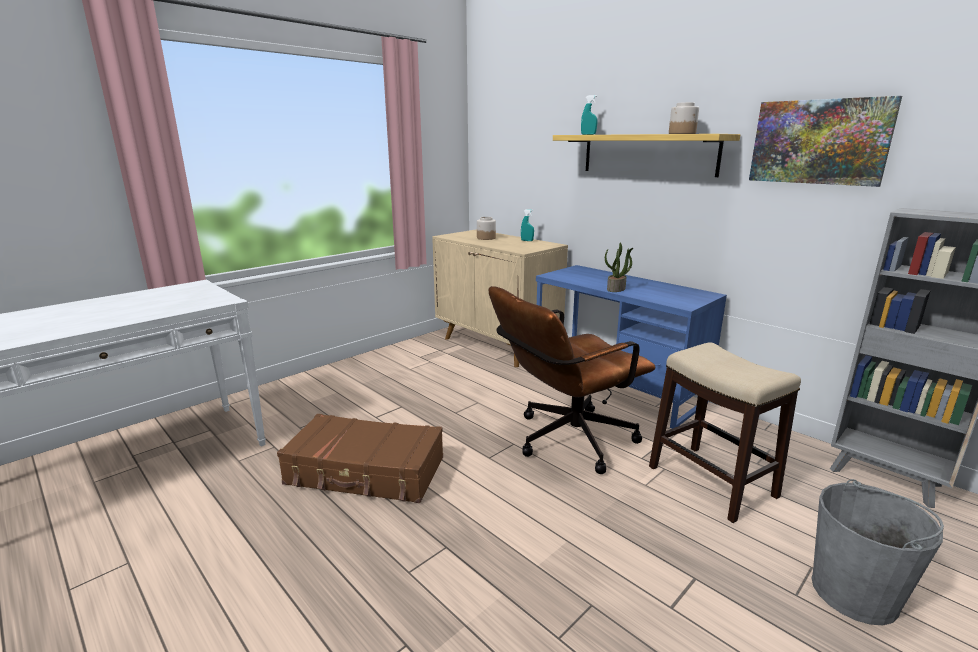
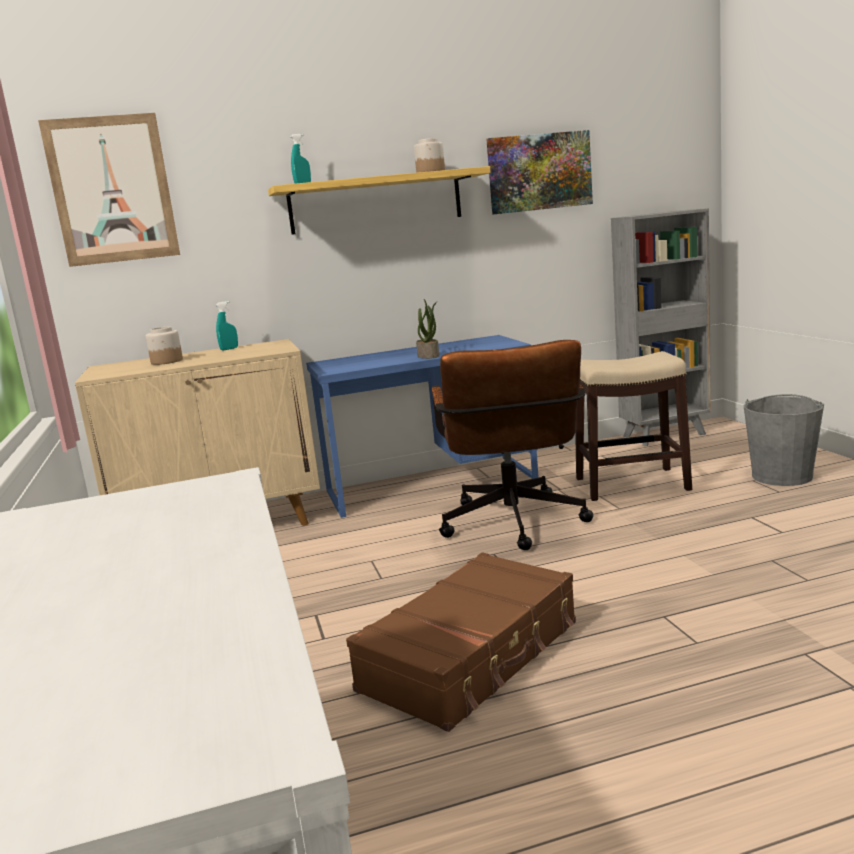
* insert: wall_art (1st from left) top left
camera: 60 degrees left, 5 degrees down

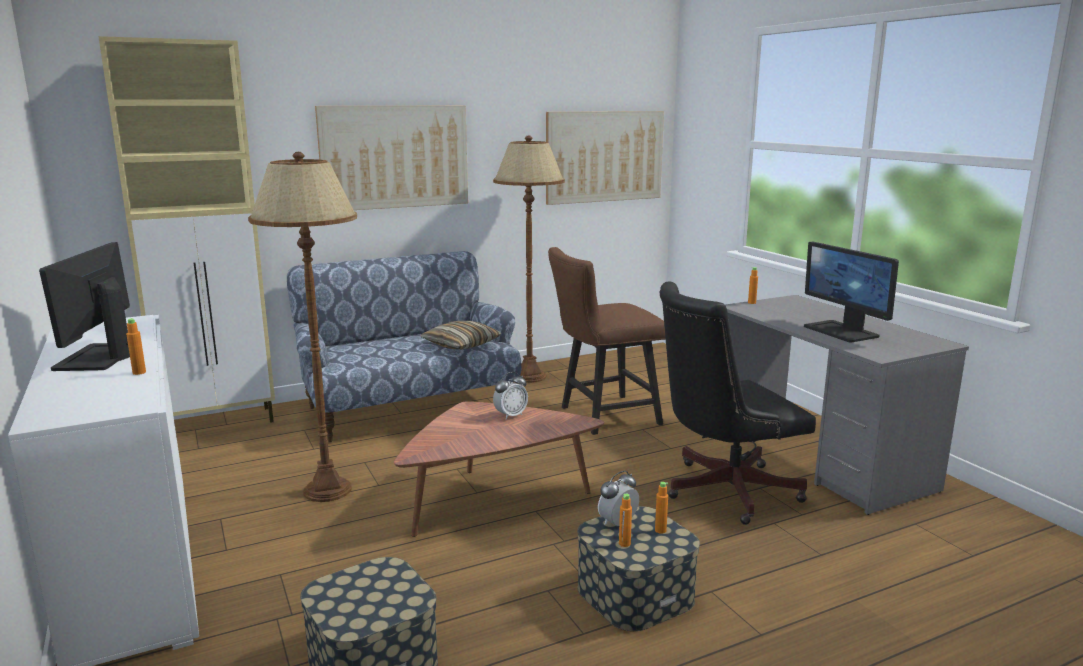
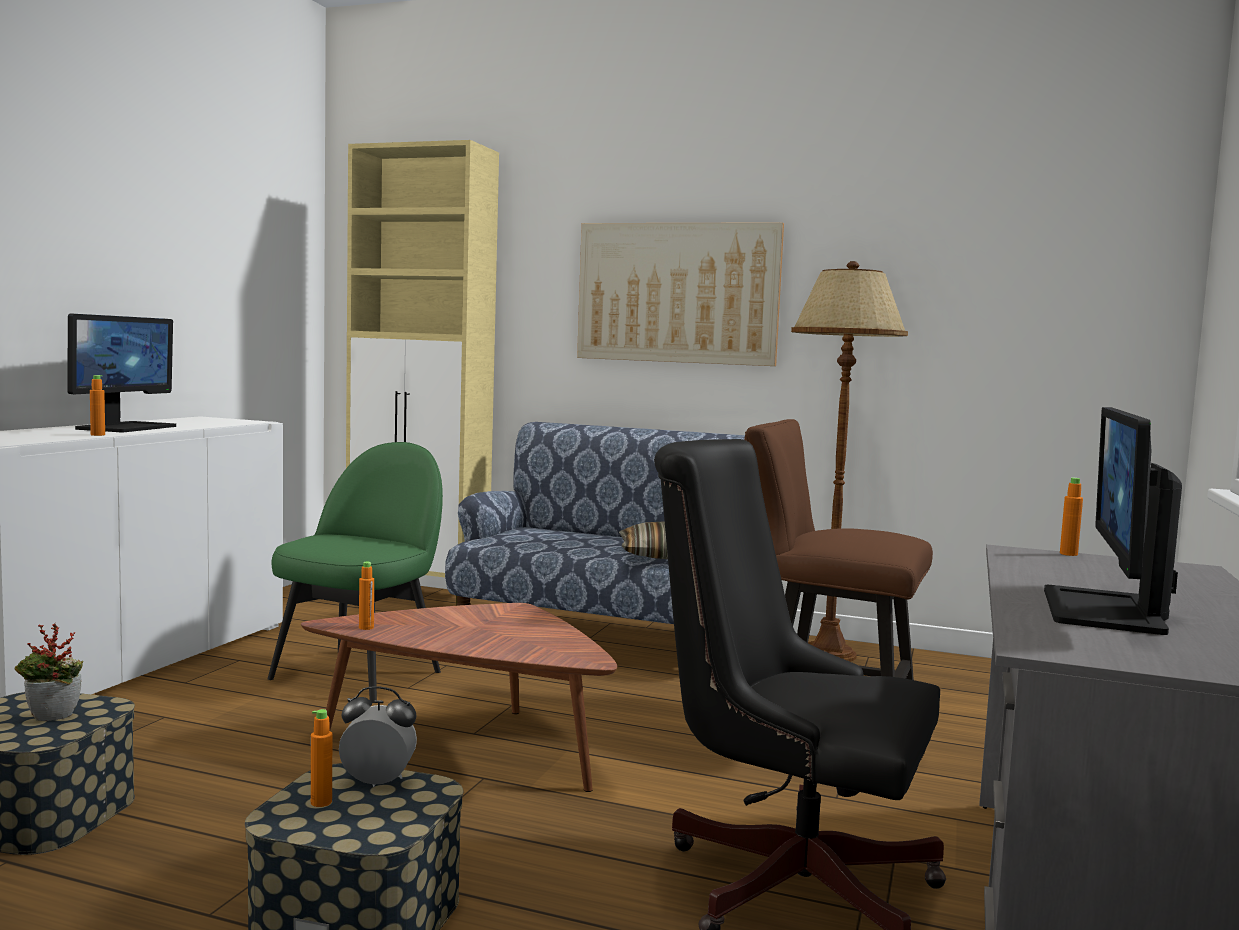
* rotate: monitor (1st from left) middle left = middle left 150 degrees clockwise
* replace: brown-coloured_standard_lamp (1st from left) middle left to greenish_plain_chair middle left
* delete: bedside_clock (1st from left) centre
* delete: wall_art (2nd from left) top centre
* move: orangey_drink_bottle (3rd from left) bottom centre to middle left
* insert: plant_in_a_pot bottom left
camera: 45 degrees right, 10 degrees down

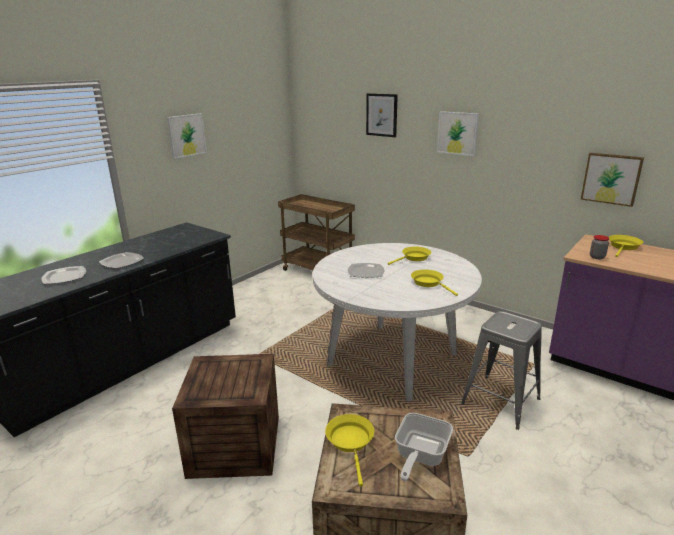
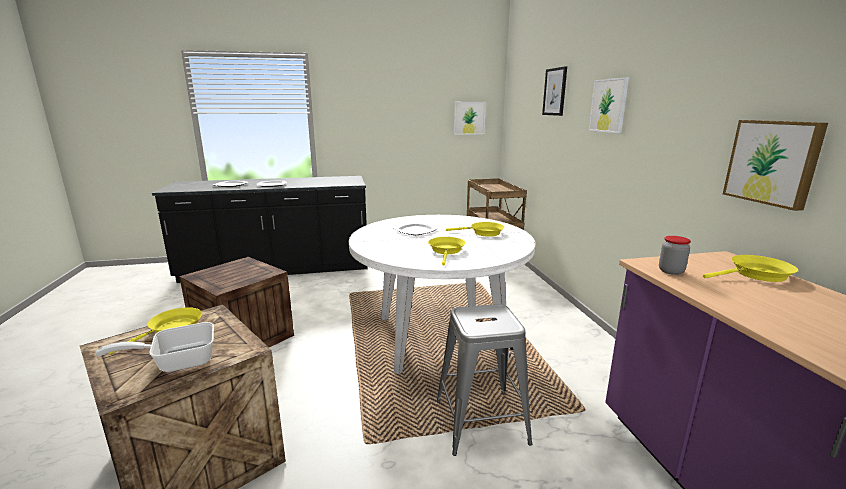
* move: wall_art (1st from left) top left to top centre
camera: 40 degrees right, 5 degrees down

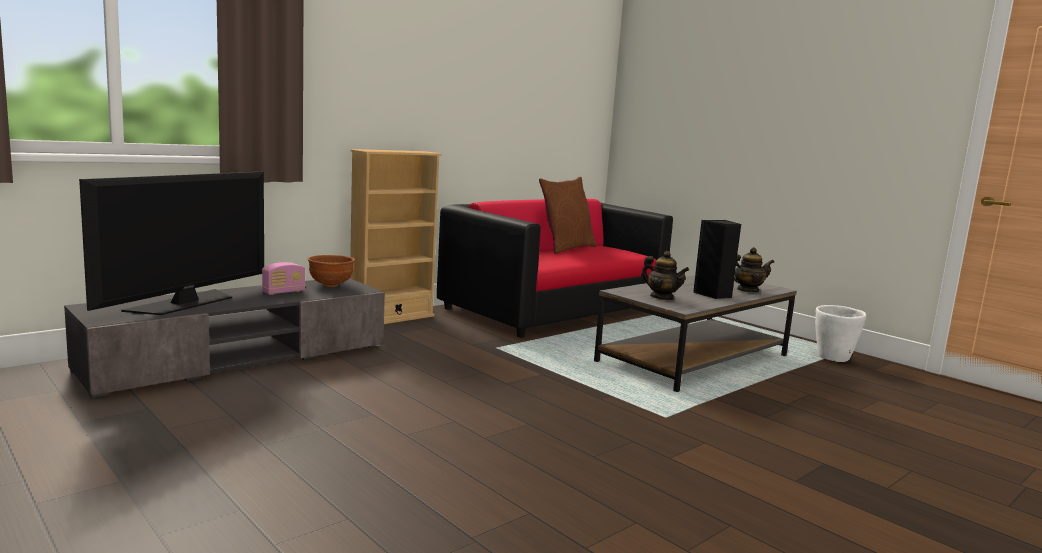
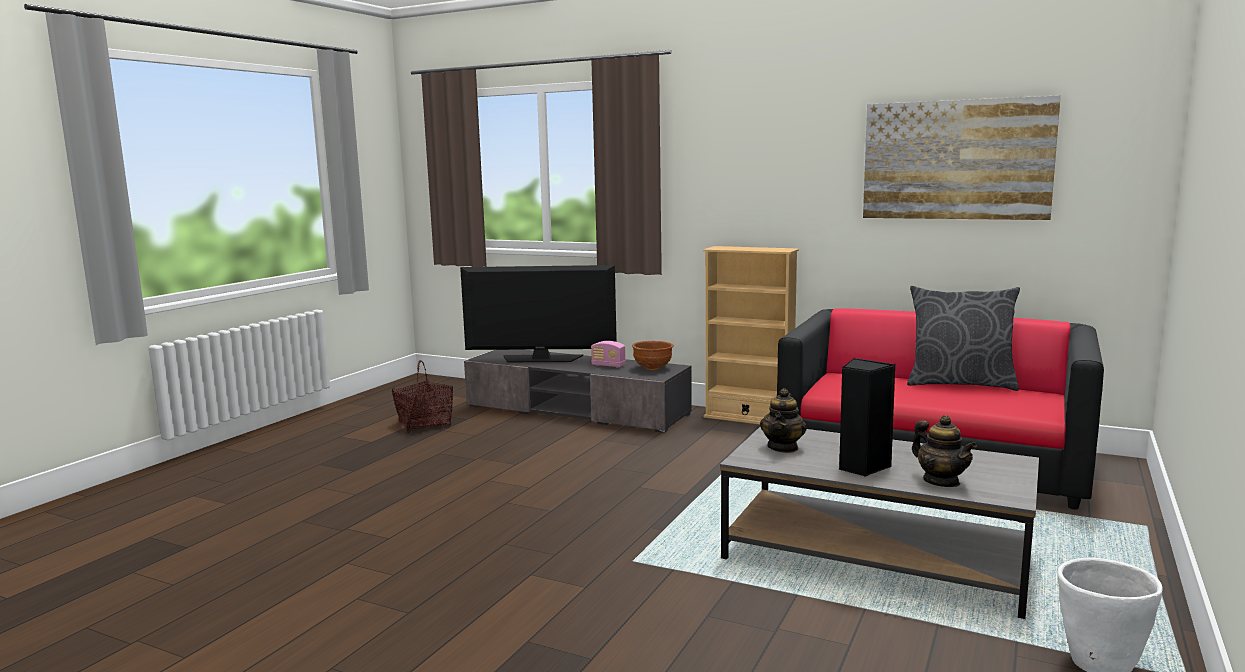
* recolor: brown-coloured_pillow centre to grey_pillow middle right
* insert: basket centre
* insert: wall_art top right
camera: 70 degrees right, 0 degrees up

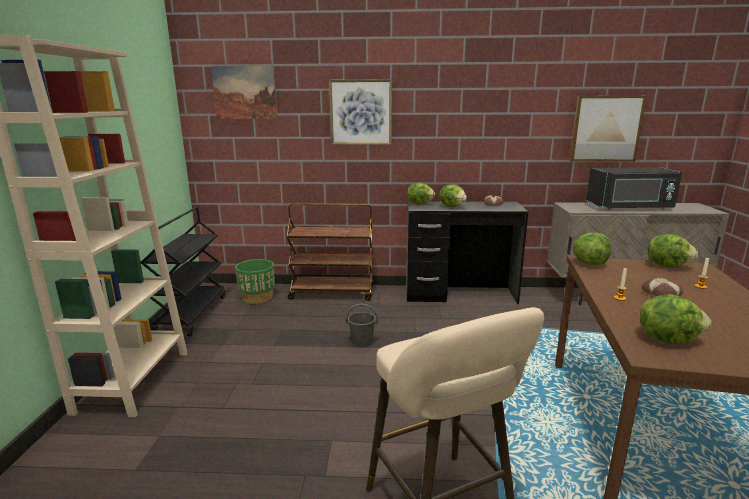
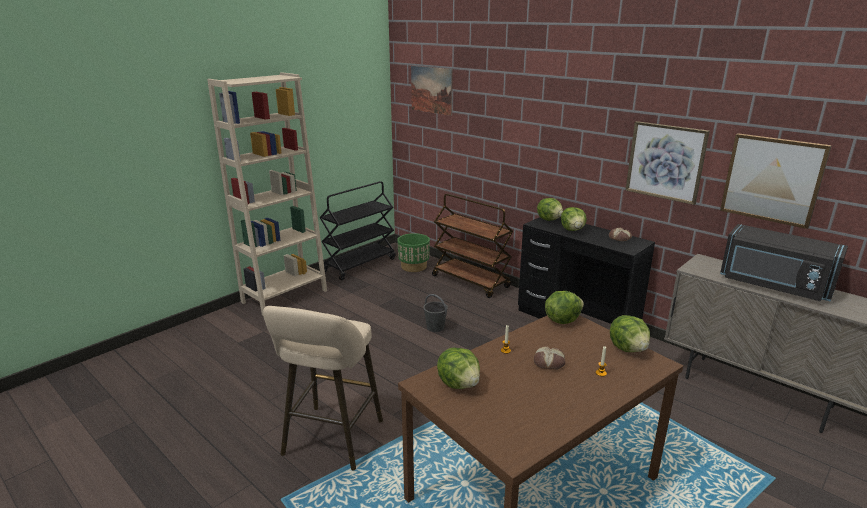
* move: wall_art (2nd from left) top centre to top right
camera: 40 degrees right, 5 degrees up

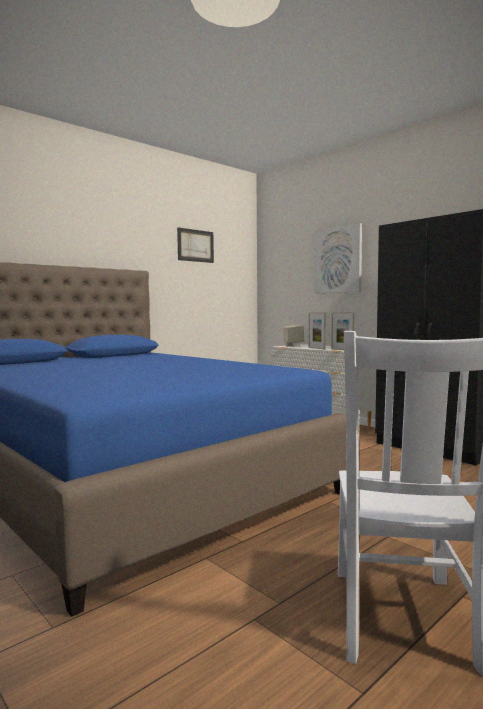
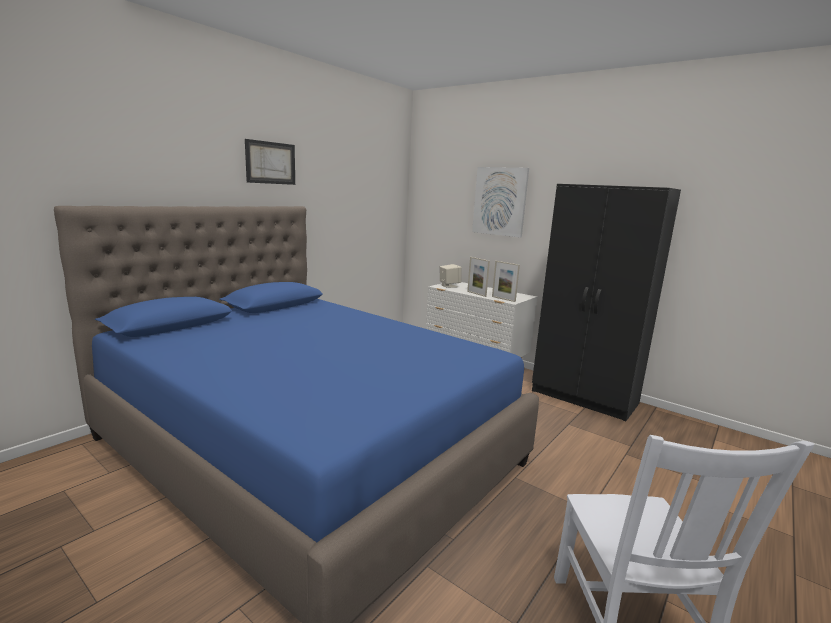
* move: wall_art (1st from left) centre to top left
camera: 10 degrees left, 10 degrees up

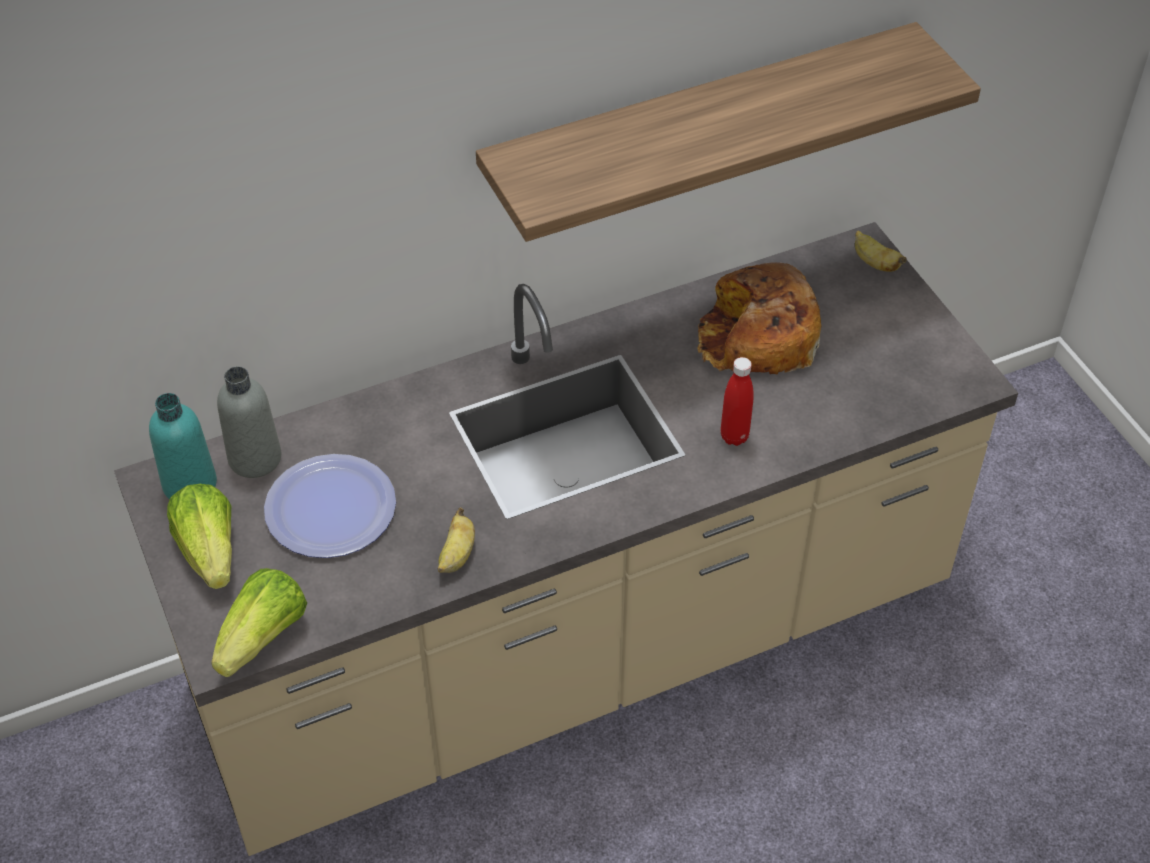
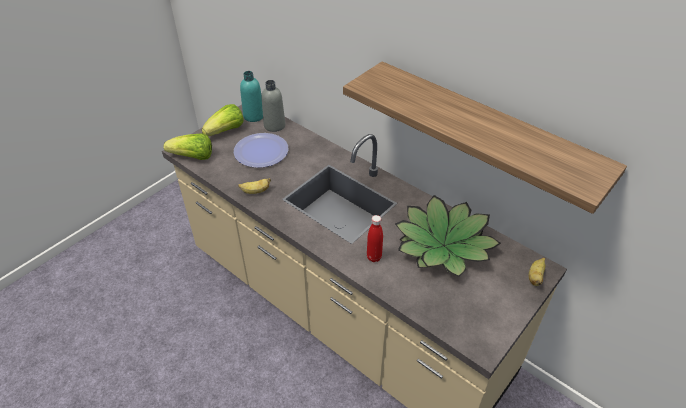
* replace: bread centre to plant_in_a_pot centre
camera: 65 degrees right, 5 degrees down

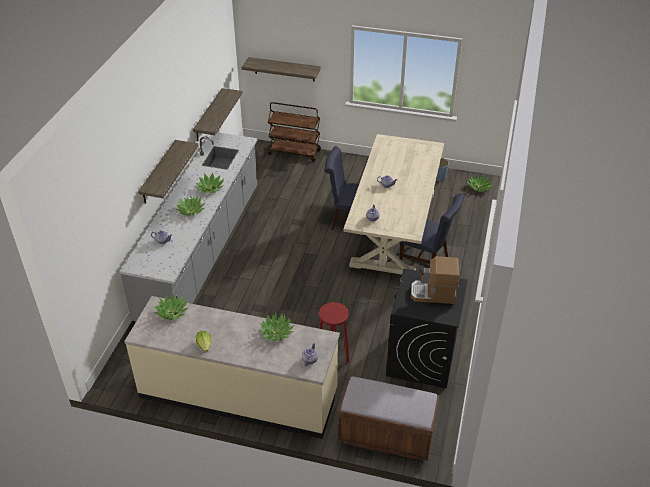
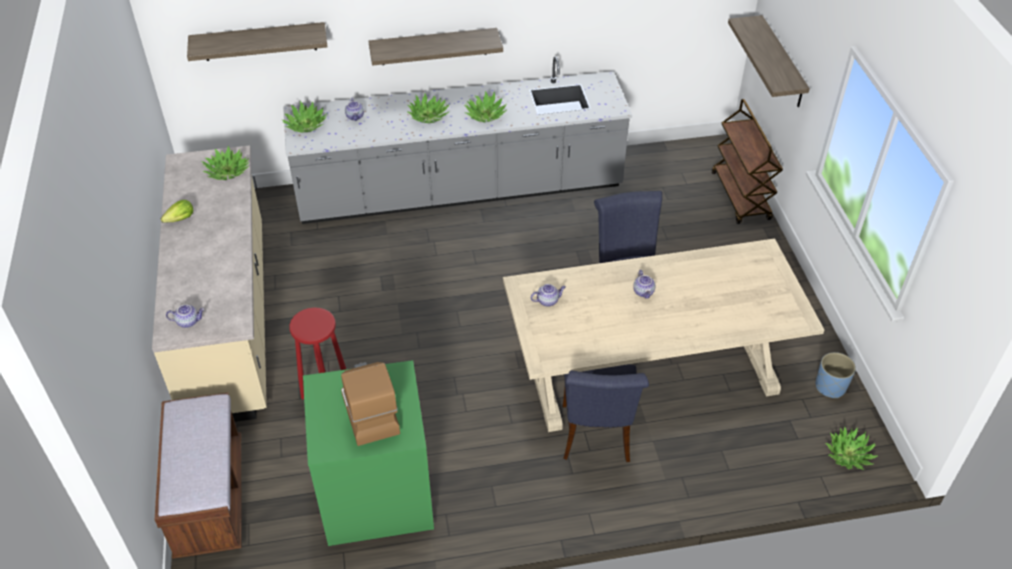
* move: bracket_shelf (2nd from left in the first image) top centre to bracket_shelf (1st from left) top left
* move: plant_in_a_pot (4th from left in the first image) bottom centre to plant_in_a_pot (2nd from left) top left
* recolor: black_laundry_machine bottom centre to greenish_laundry_machine bottom centre
camera: 65 degrees right, 5 degrees up

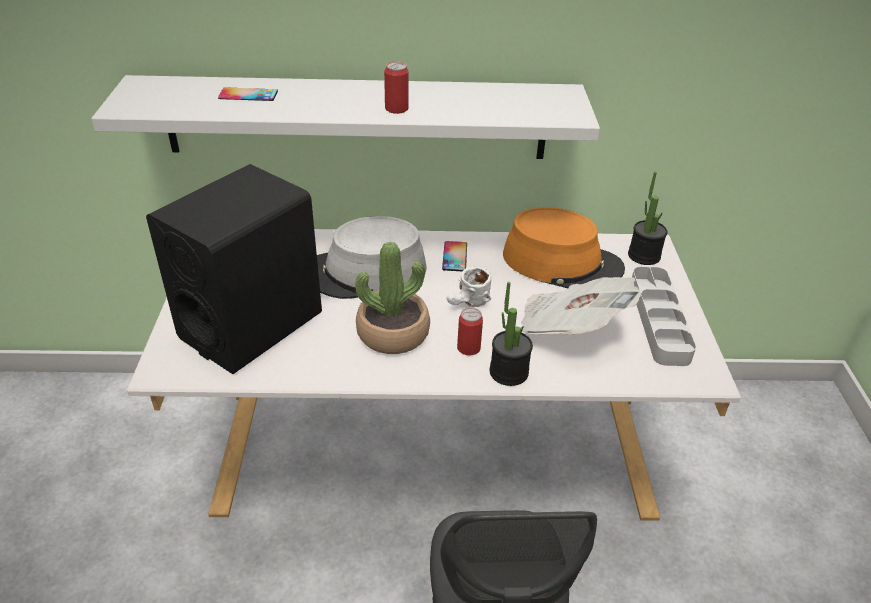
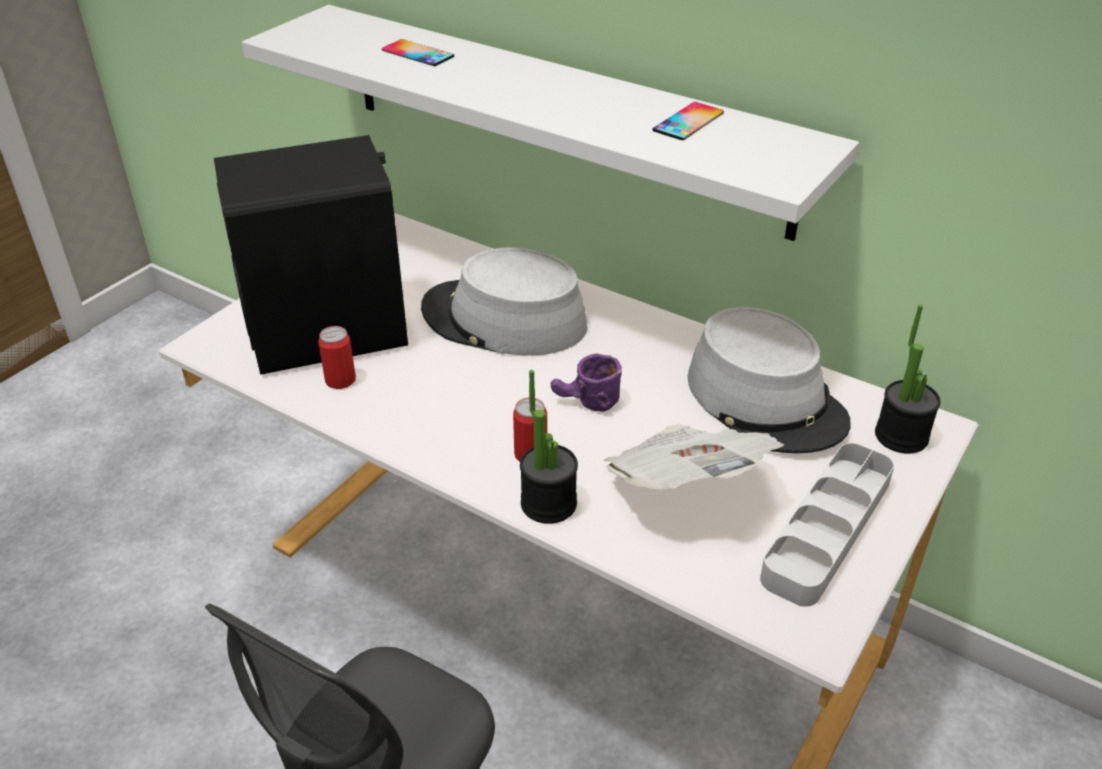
* delete: plant_in_a_pot (1st from left) centre
* move: metal_can (1st from left) top centre to middle left
* move: phone (2nd from left) centre to top centre
* recolor: whitish_mug centre to purple-coloured_mug centre
* recolor: orangey_hat centre to grey_hat (2nd from left) middle right
camera: 35 degrees right, 0 degrees up

